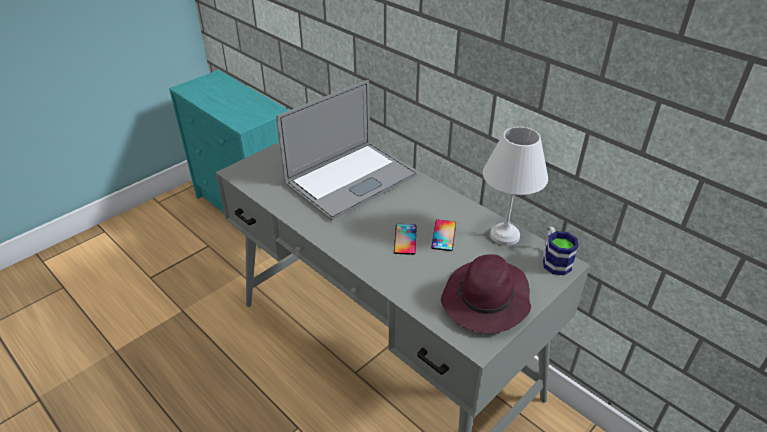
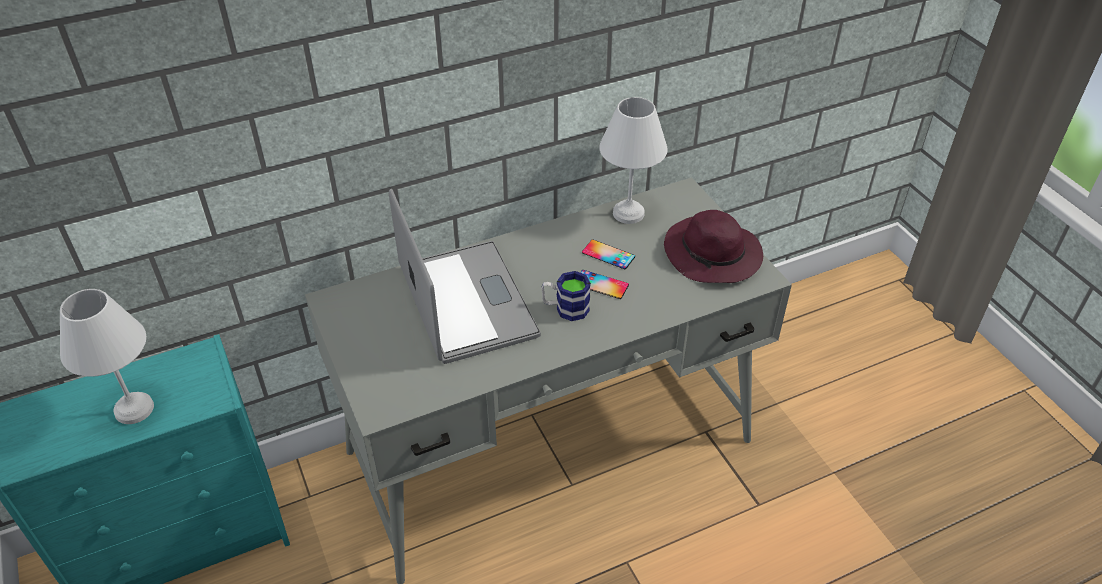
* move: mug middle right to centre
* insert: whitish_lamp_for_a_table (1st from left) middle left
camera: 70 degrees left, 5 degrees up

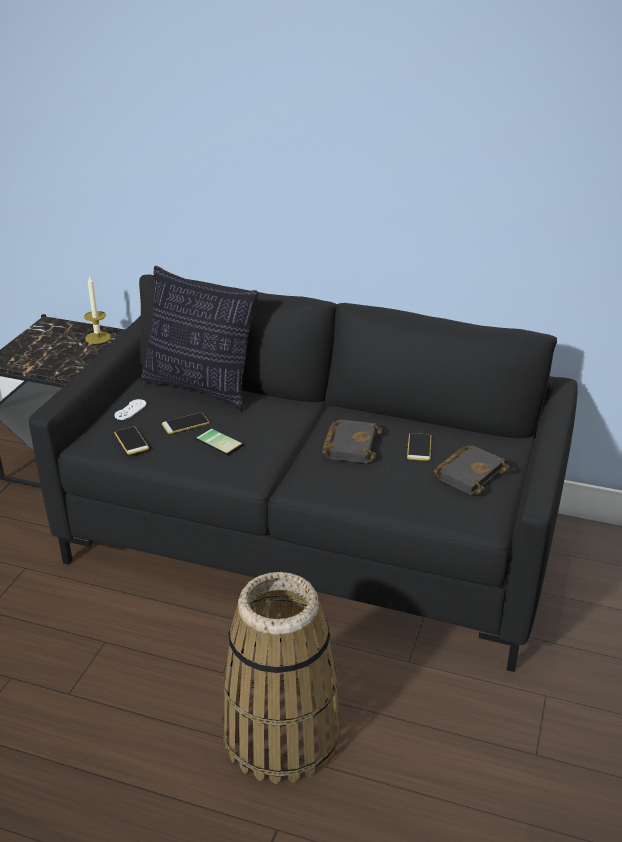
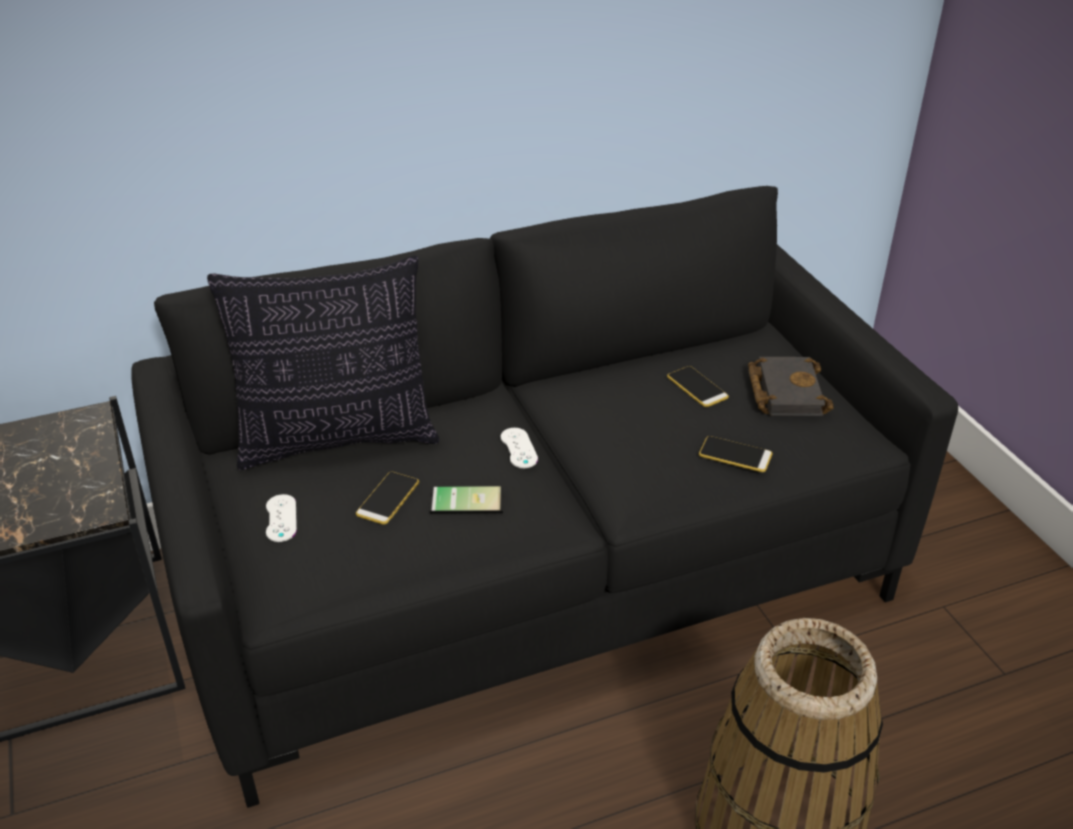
* delete: candle middle left
* move: phone (1st from left in the first image) middle left to phone (4th from left) middle right
* delete: black_bound_book (1st from left) centre
* insert: whitish_gamepad (2nd from left) centre
camera: 40 degrees left, 5 degrees up

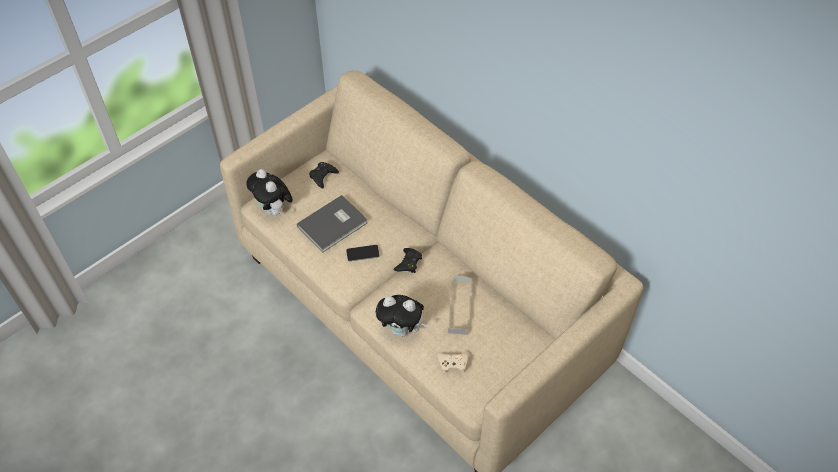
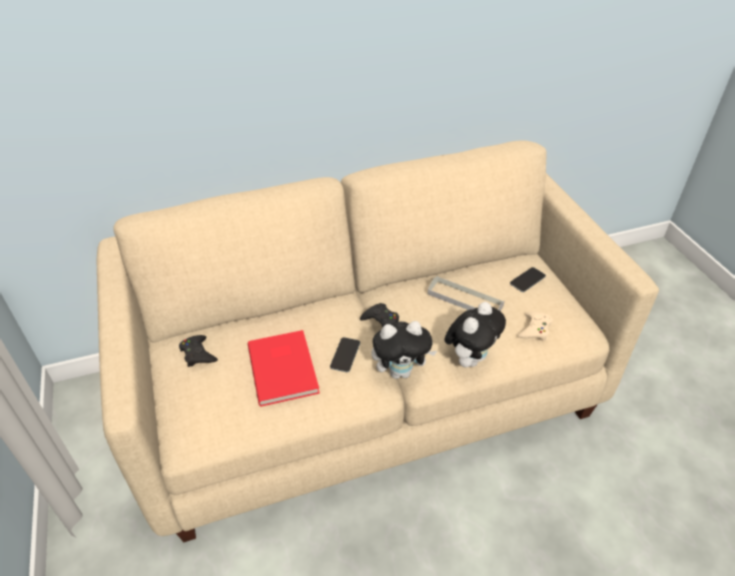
* move: plush_toy (1st from left) middle left to centre
* recolor: grey_bound_book centre to reddish_bound_book centre
* insert: phone (2nd from left) middle right
camera: 65 degrees left, 10 degrees down

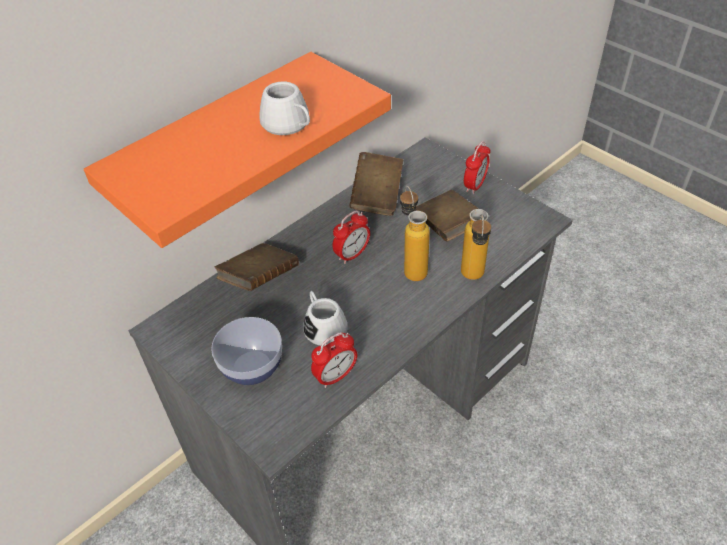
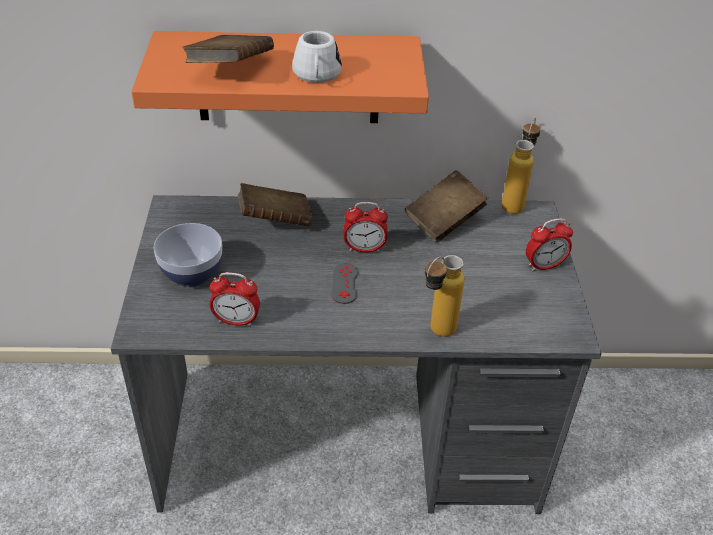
* delete: whitish_mug (2nd from left) centre
* move: drink_bottle (1st from left in the first image) centre to drink_bottle (2nd from left) top right
* move: brown-coloured_bound_book (3rd from left in the first image) centre to brown-coloured_bound_book (1st from left) top left
* insert: grey_gamepad centre
camera: 40 degrees right, 5 degrees down

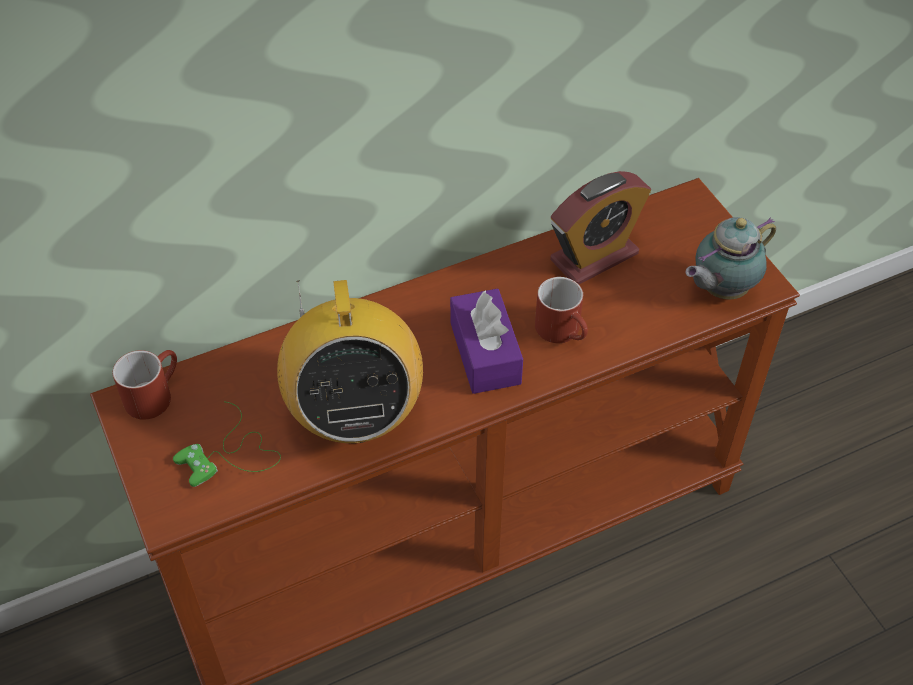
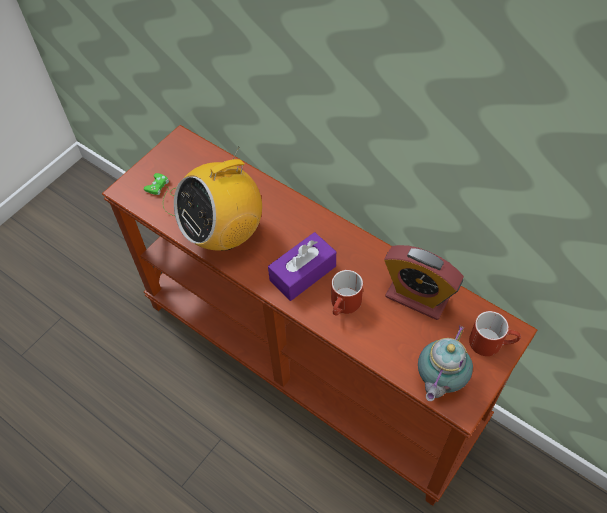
* move: reddish_mug (1st from left in the first image) middle left to reddish_mug (2nd from left) middle right
* rotate: teapot middle right = bottom right 90 degrees counterclockwise
camera: 65 degrees right, 5 degrees up

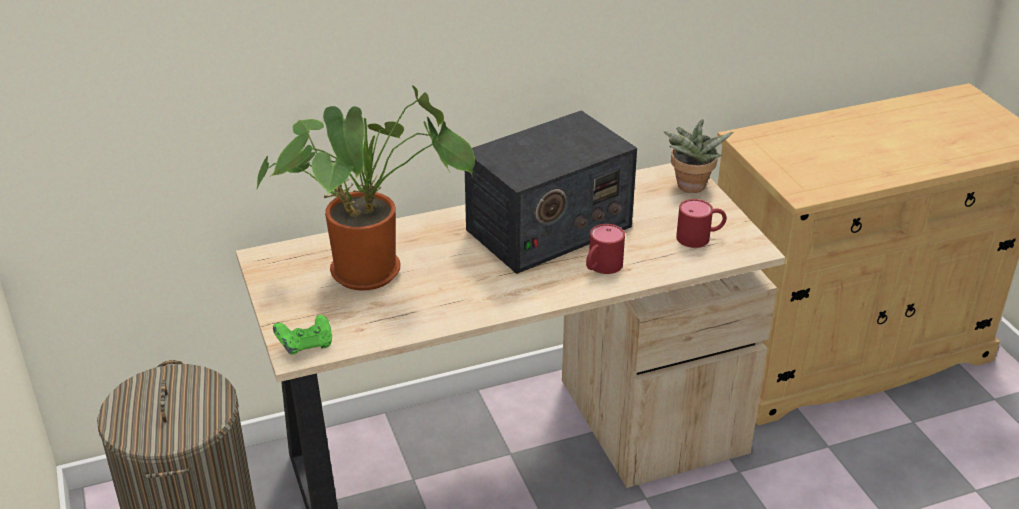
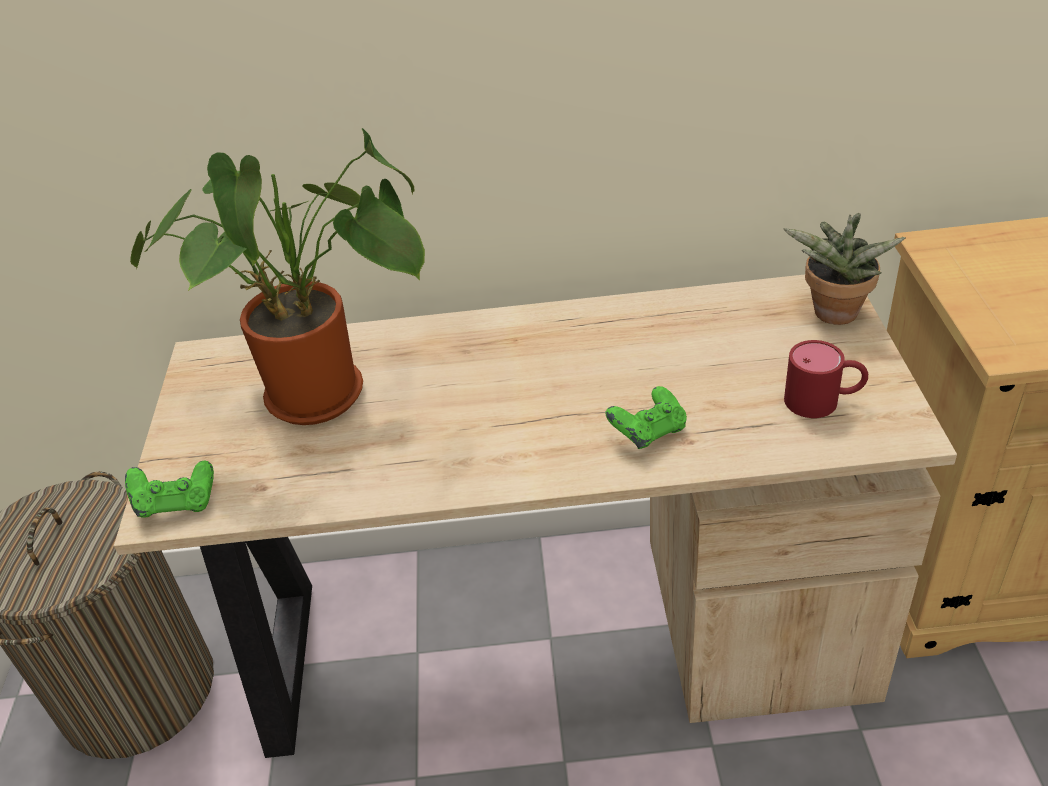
* delete: radio_set centre
* replace: reddish_mug (1st from left) centre to greenish_gamepad (2nd from left) centre
camera: 20 degrees right, 5 degrees up

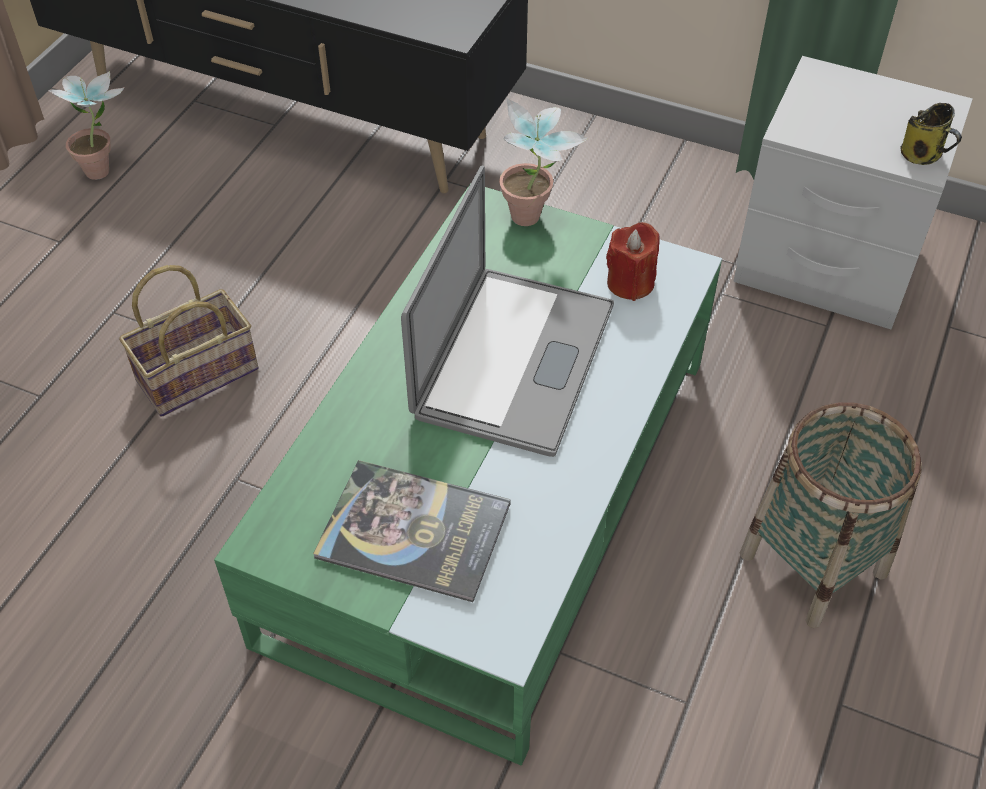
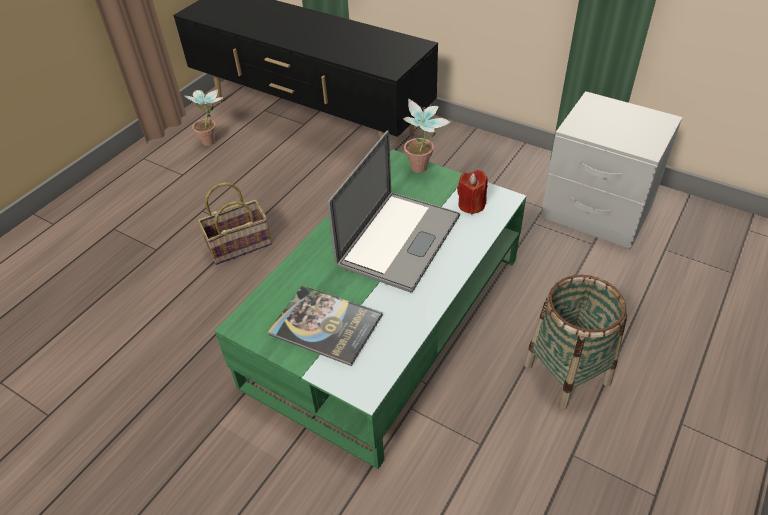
* delete: mug top right
camera: 10 degrees right, 5 degrees down

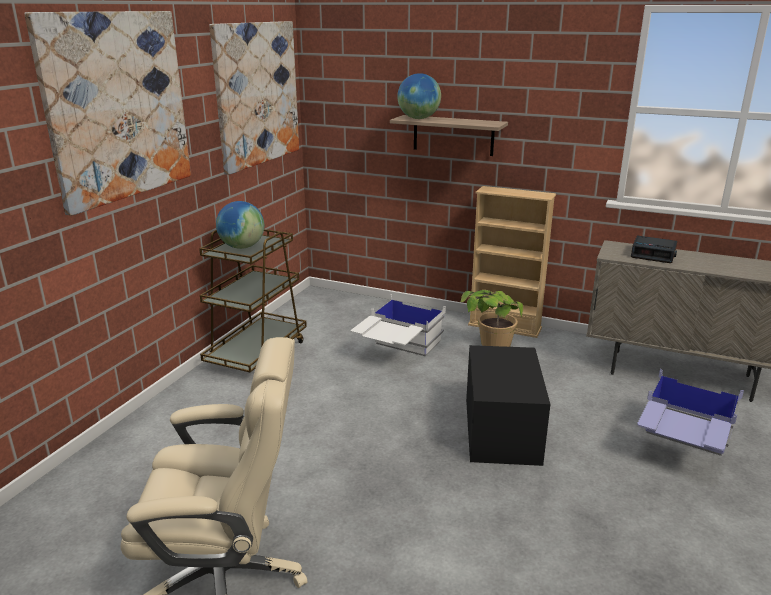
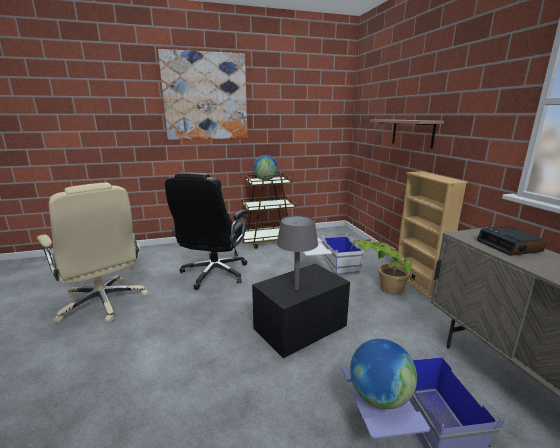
* delete: wall_art (2nd from left) top left
* move: globe (2nd from left) top centre to bottom right
* insert: black_desk_chair centre
* insert: grey_lamp_for_a_table centre
camera: 50 degrees right, 5 degrees down

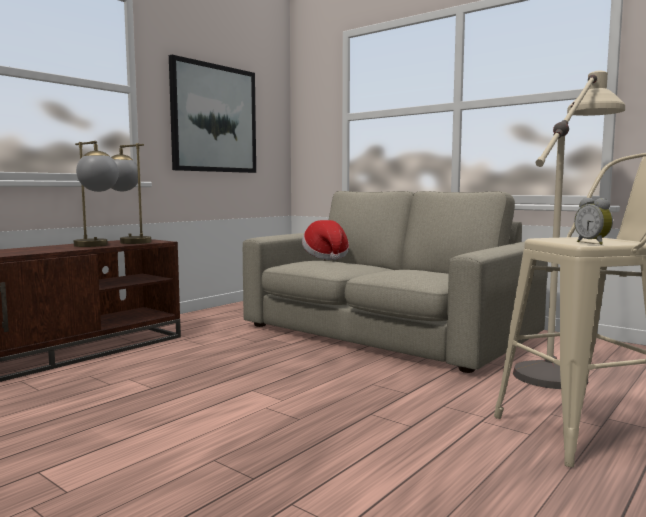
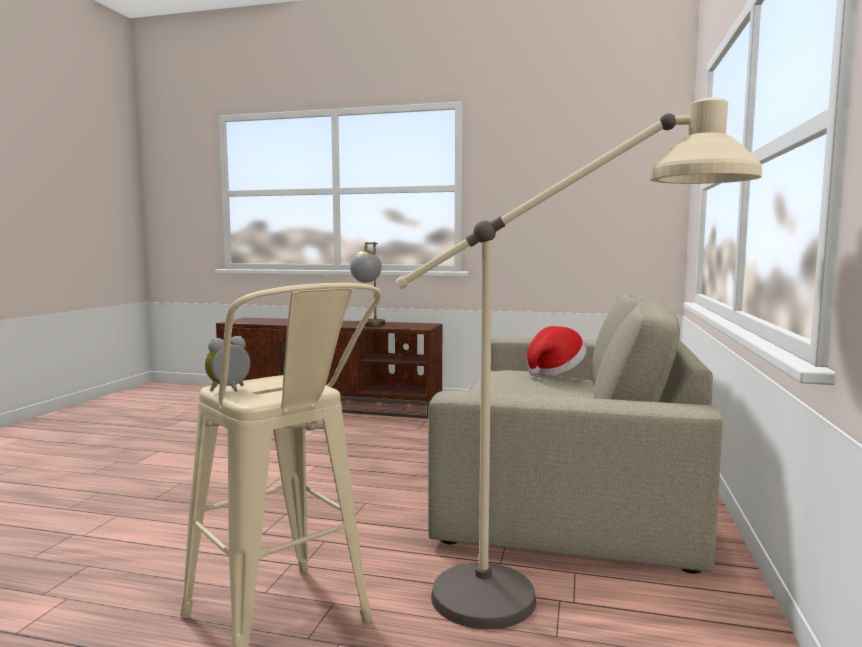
* delete: lamp_for_a_table (2nd from left) middle left
* delete: wall_art top left
camera: 65 degrees right, 0 degrees up

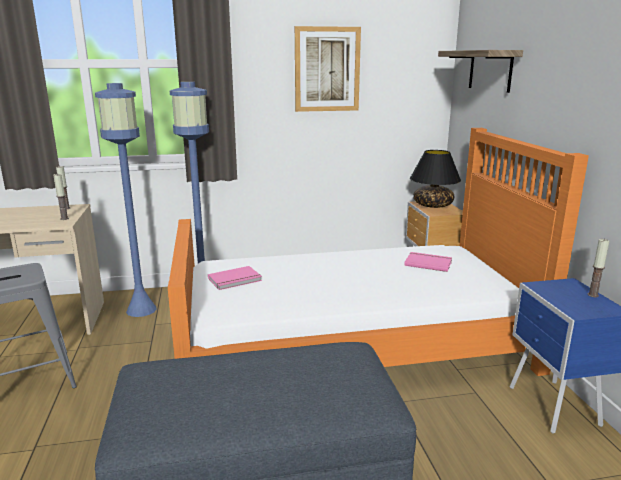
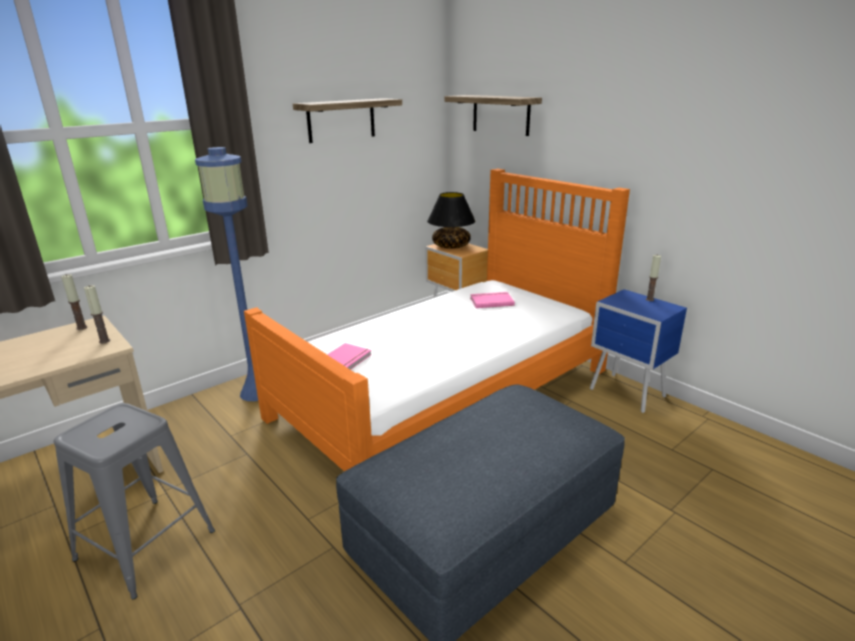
* delete: bluish_standard_lamp (1st from left) middle left
* replace: wall_art top centre to bracket_shelf (1st from left) top centre
camera: 30 degrees left, 5 degrees up

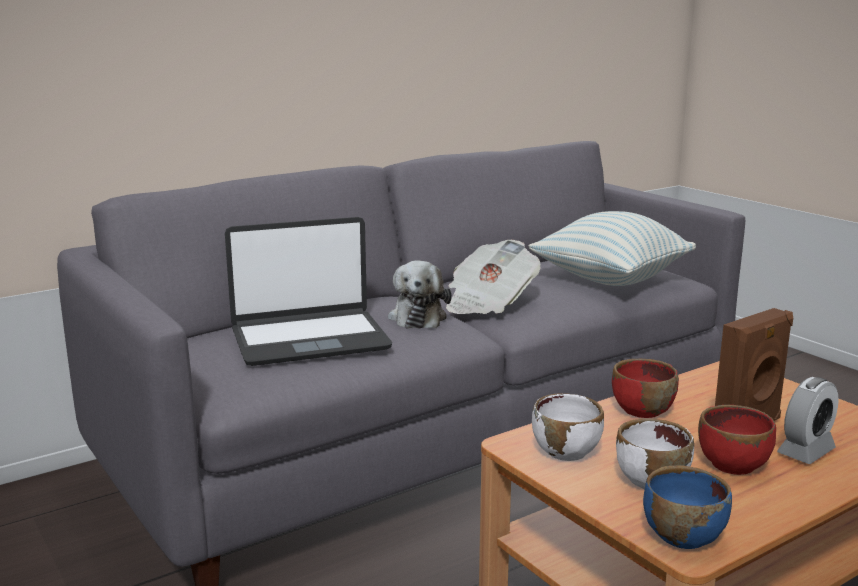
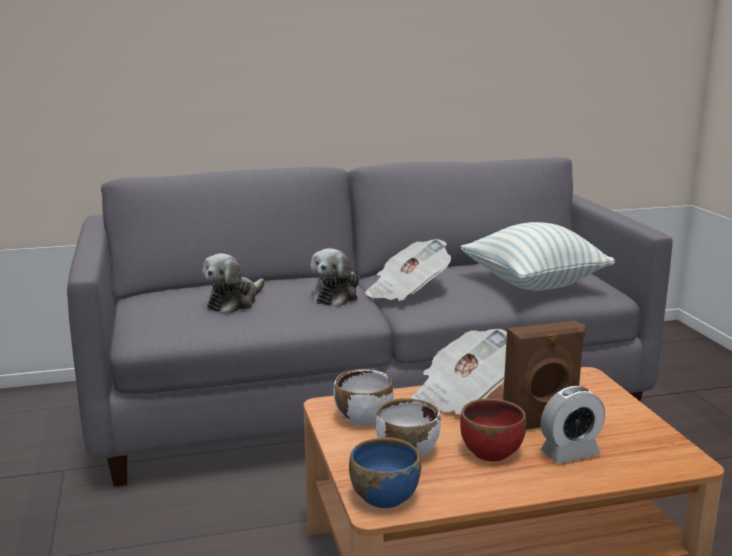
* replace: notebook_computer centre to plush_toy (1st from left) middle left
* replace: reddish_deep_dish (1st from left) middle right to daily_paper (2nd from left) bottom centre
camera: 20 degrees right, 0 degrees up

